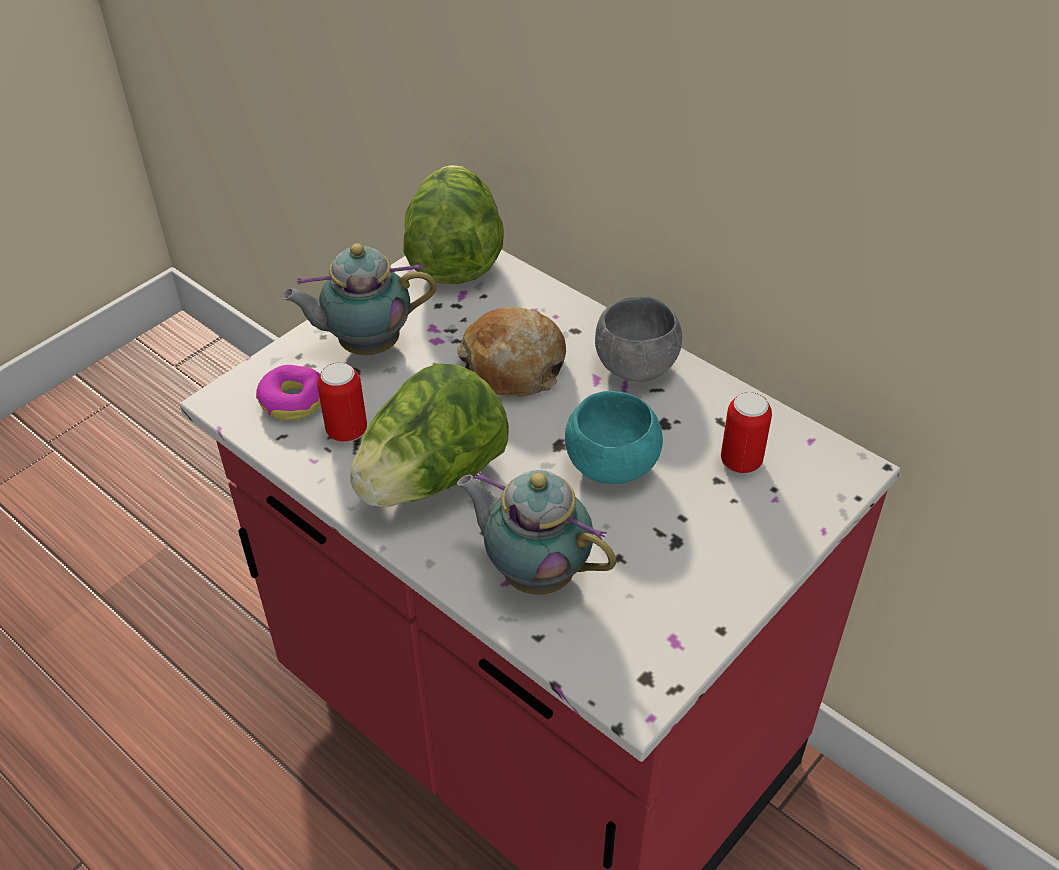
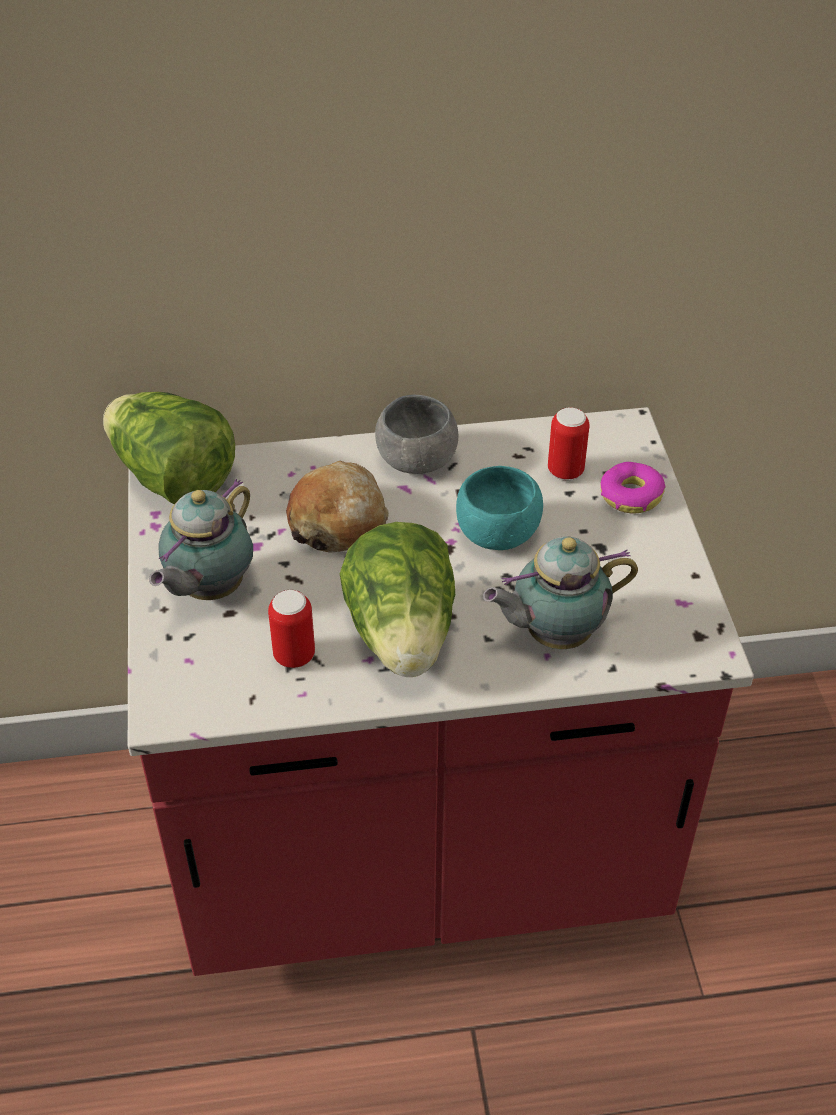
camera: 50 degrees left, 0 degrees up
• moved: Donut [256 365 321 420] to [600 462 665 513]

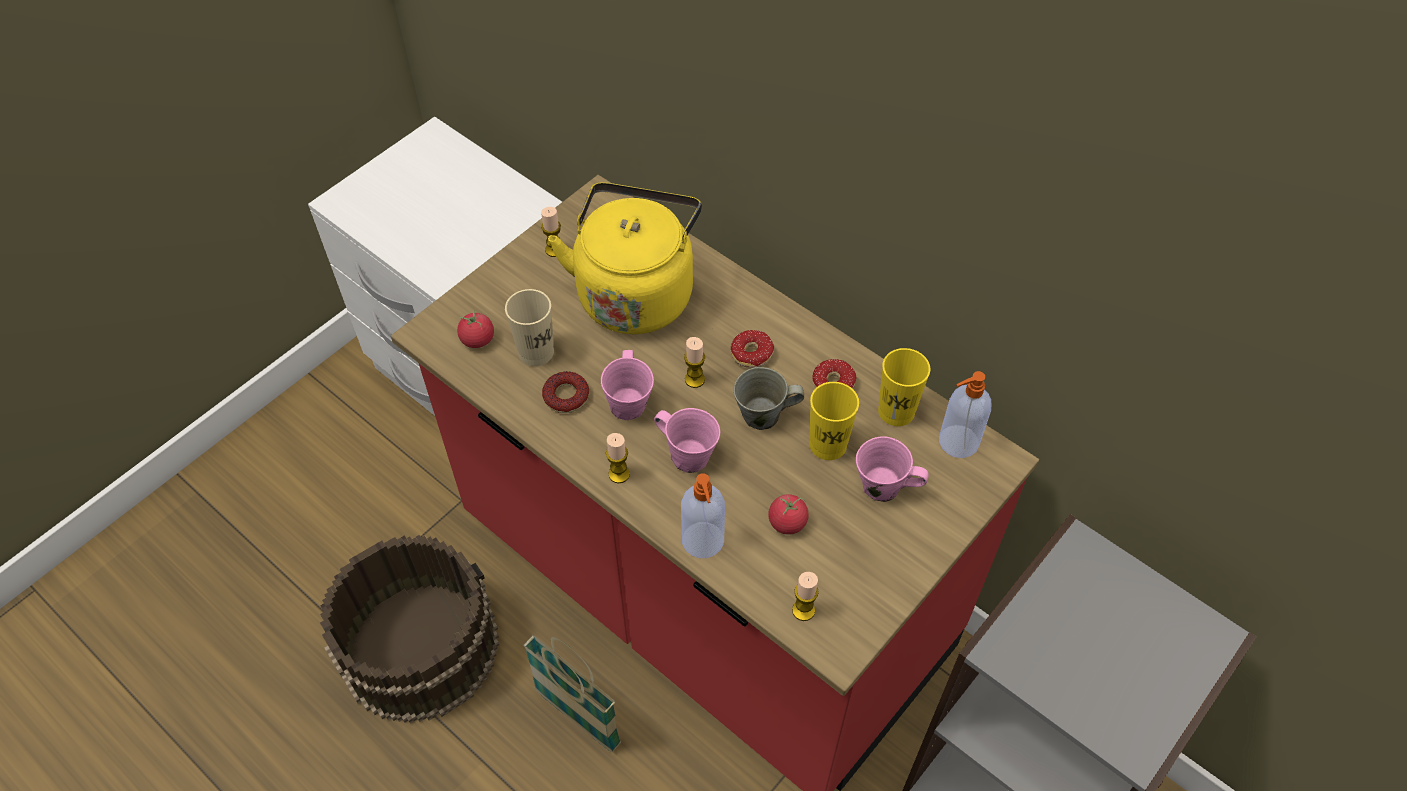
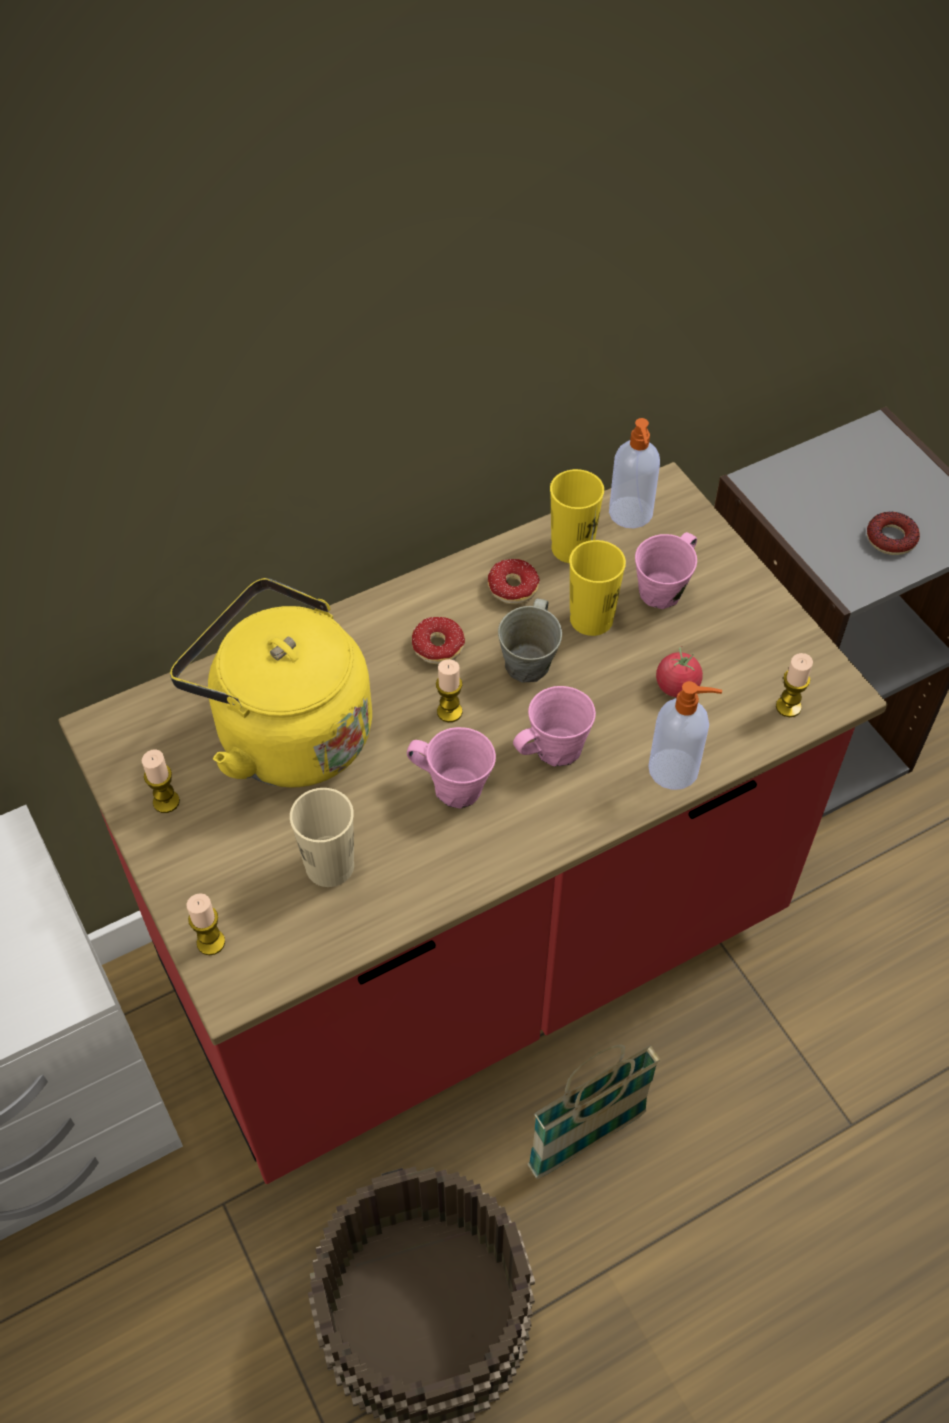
camera: 70 degrees left, 0 degrees up
• removed: Tomate [457 311 494 348]
• moved: Donut [542 371 589 413] to [867 511 920 555]
• moved: Kerze [606 433 630 483] to [186 893 225 955]

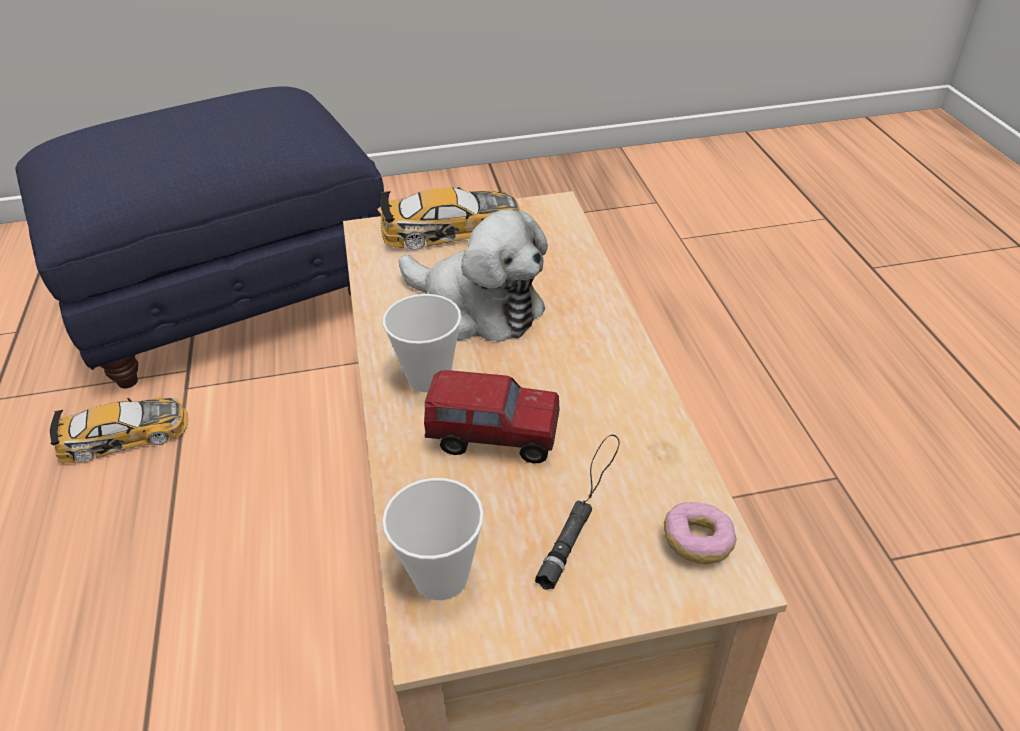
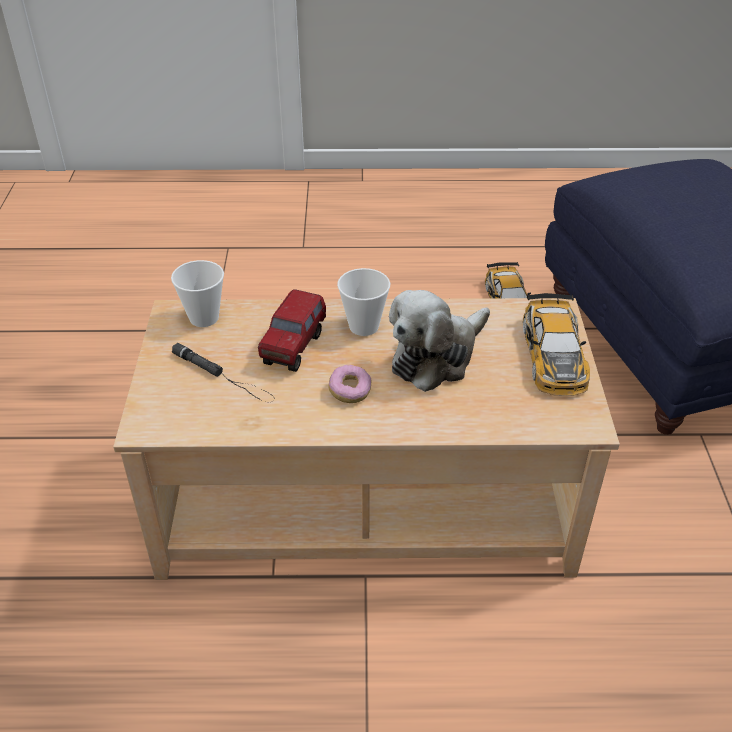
camera: 100 degrees right, 0 degrees up
• moved: Donut [664 502 737 564] to [328 365 371 403]

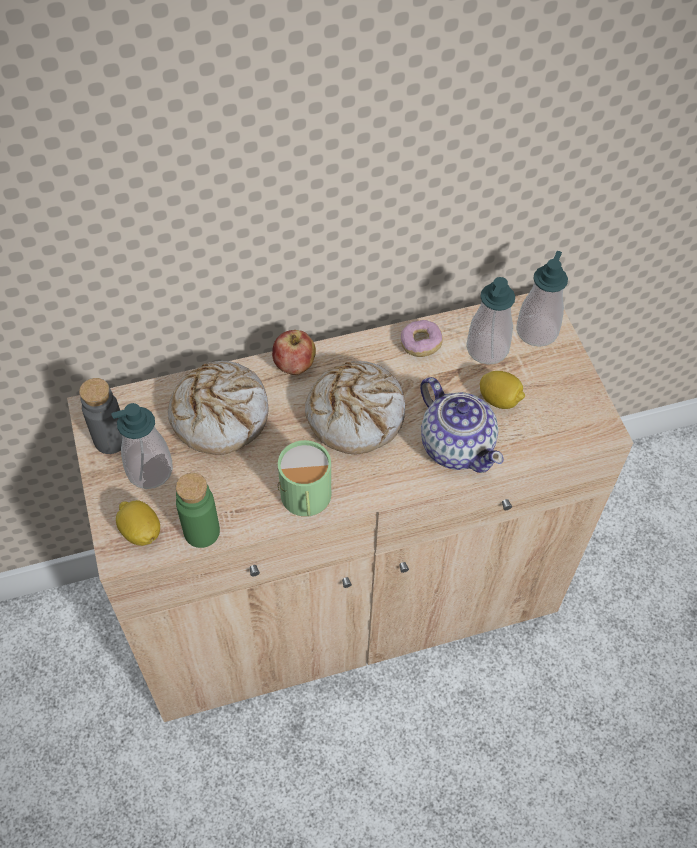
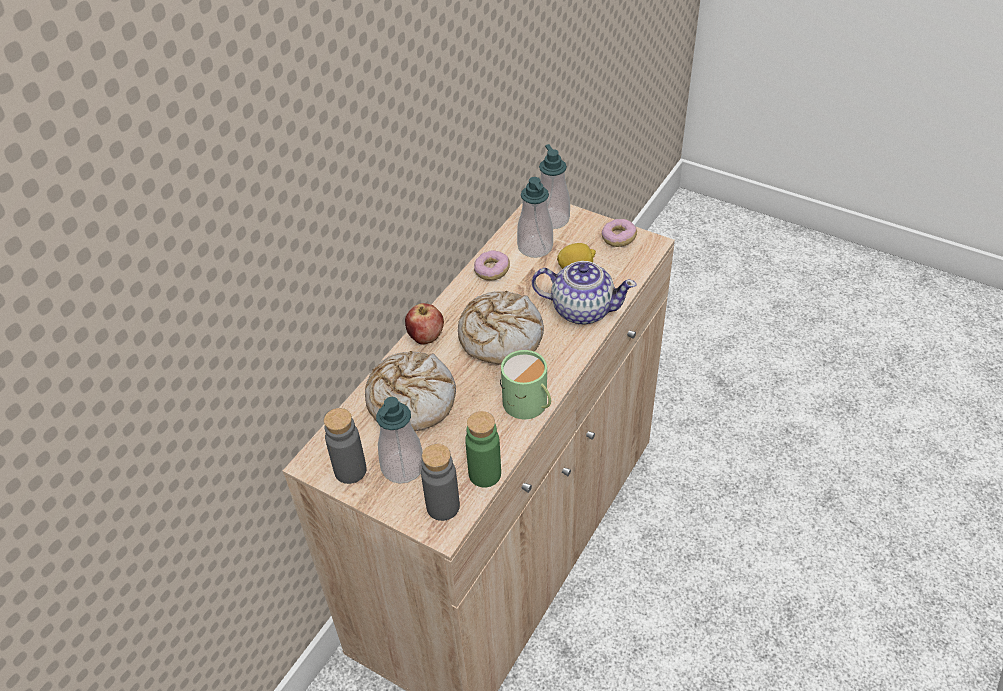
camera: 40 degrees left, 10 degrees down
• replaced: Zitrone [116 500 160 546] to Flasche [grau] [421 444 460 521]
• added: Donut [602 219 637 247]

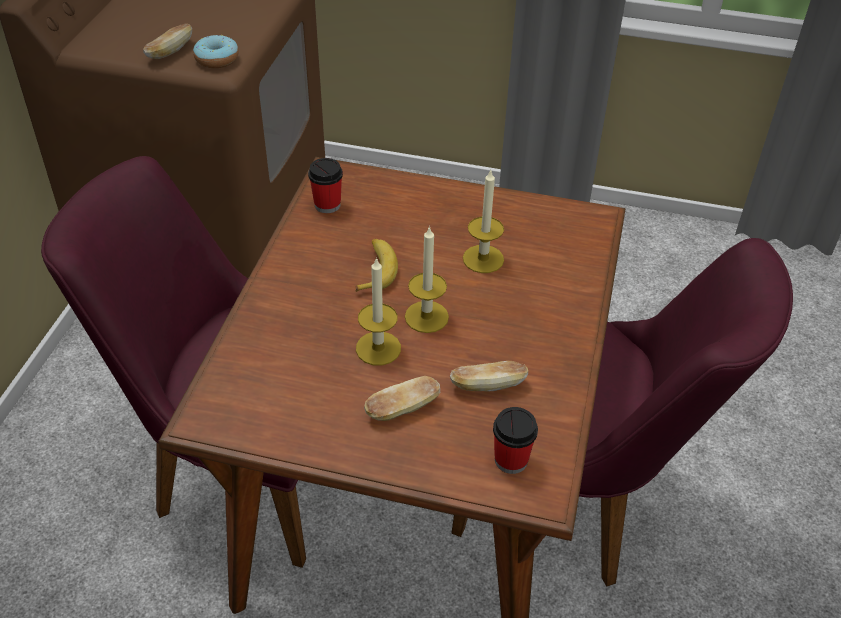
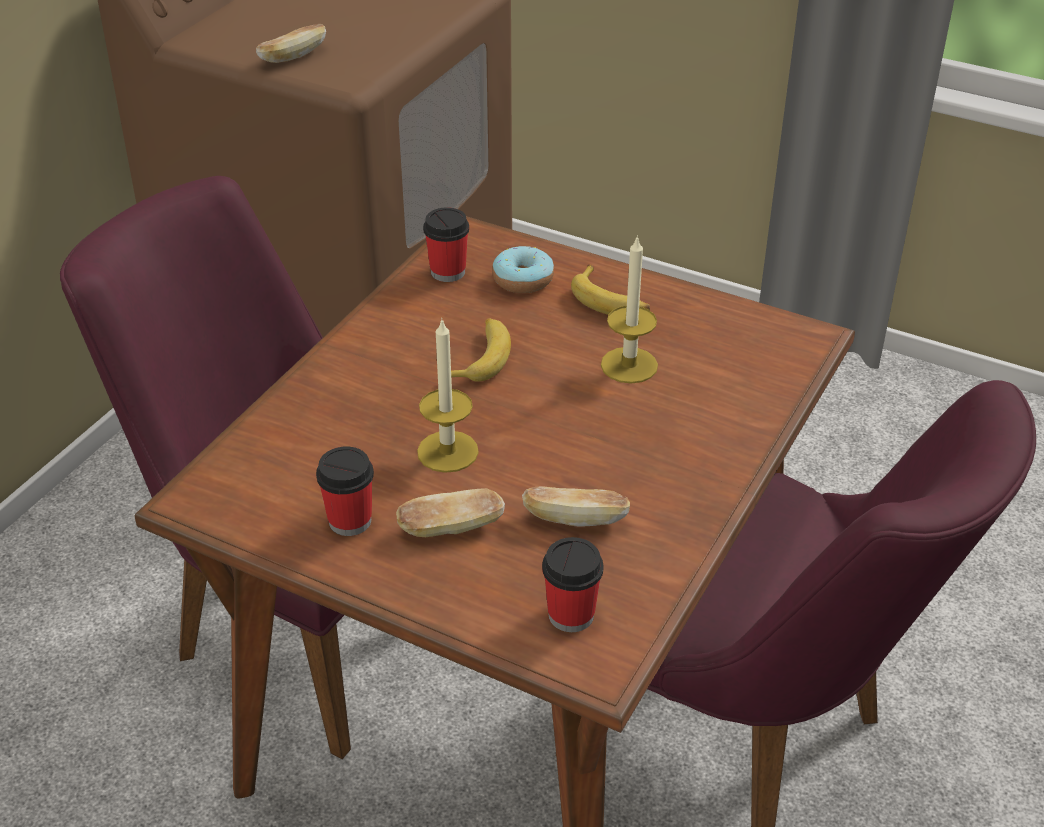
camera: 15 degrees right, 5 degrees down
• moved: Donut [193 35 239 68] to [492 246 554 293]
• removed: Kerze [405 226 449 333]
• added: Banane [571 265 650 315]
• added: Tasse [316 446 374 536]

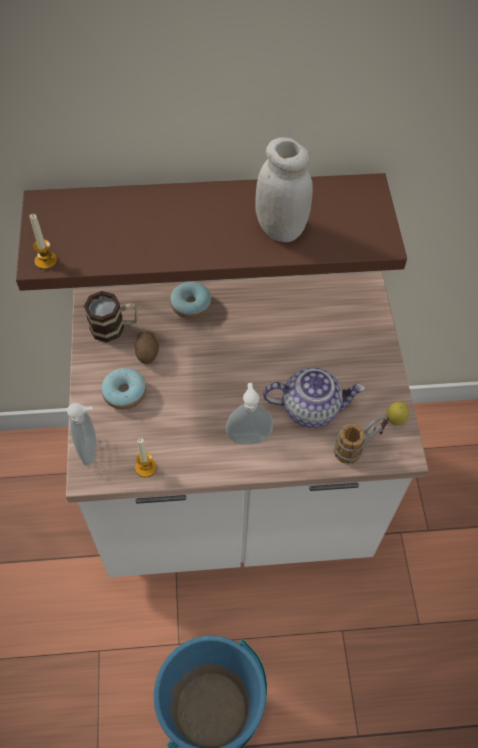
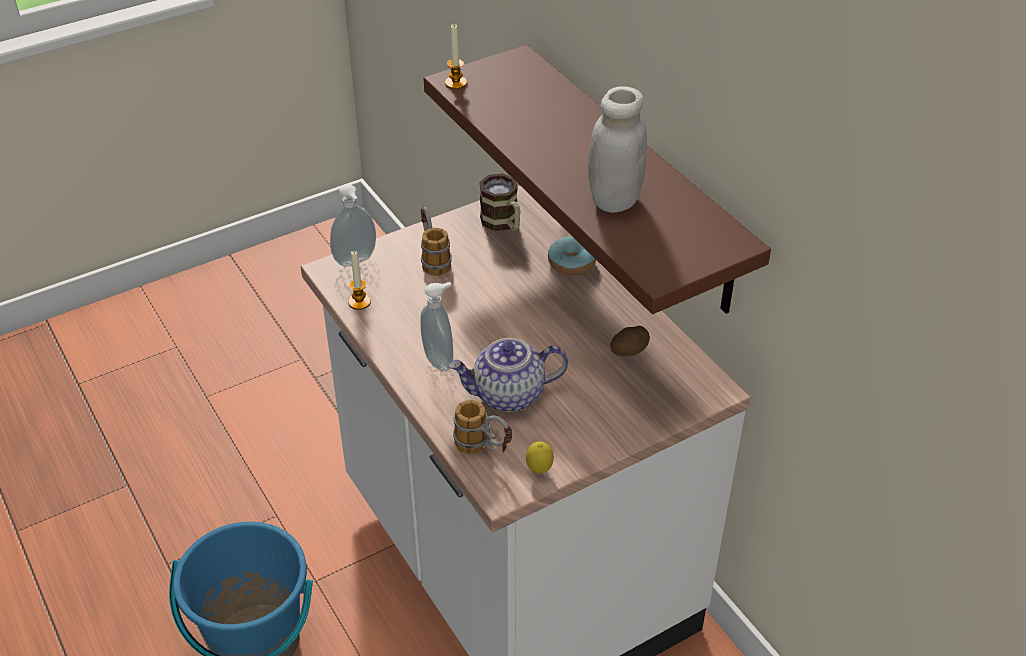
camera: 65 degrees right, 15 degrees down
• moved: Kartoffel [135 332 159 364] to [610 325 650 356]
• turned: Teekanne [263 367 365 428] = [448 338 568 412] 105 degrees clockwise
• replaced: Donut [101 368 146 409] to Henkelbecher [420 207 452 276]

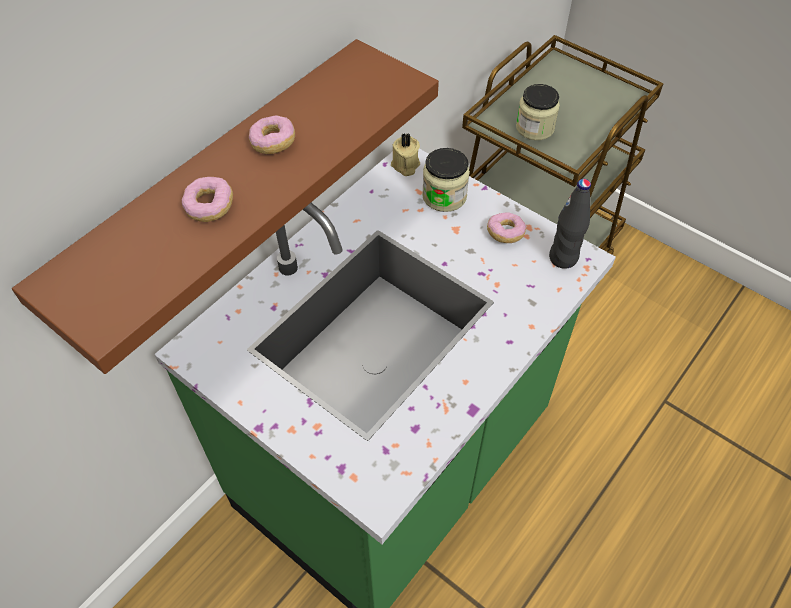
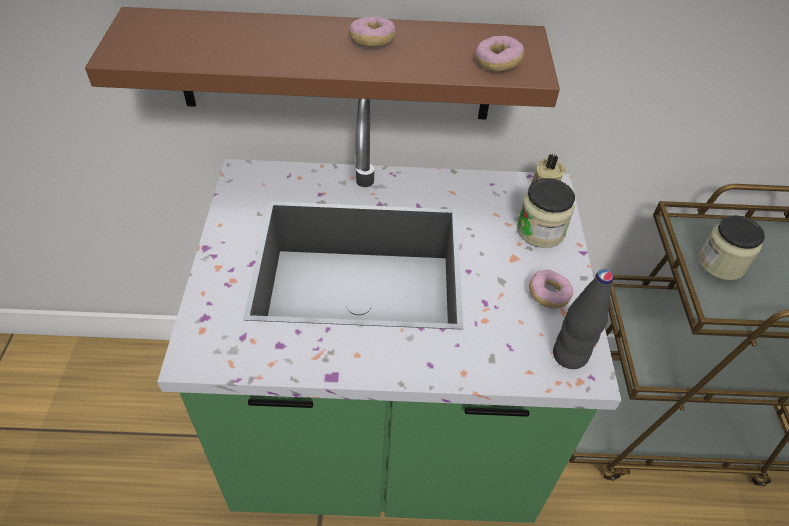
camera: 50 degrees right, 5 degrees down
• moved: Donut [182 177 233 222] to [475 36 524 71]

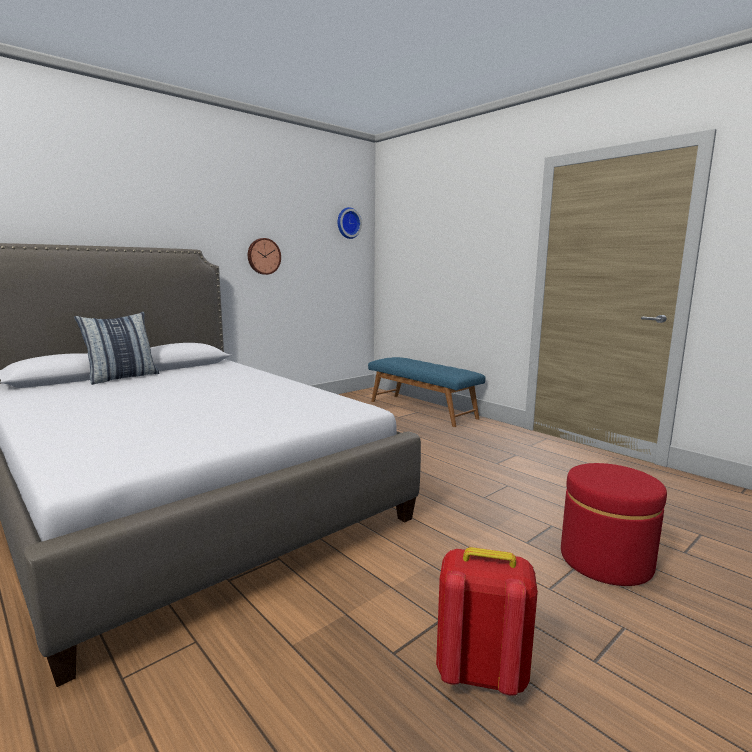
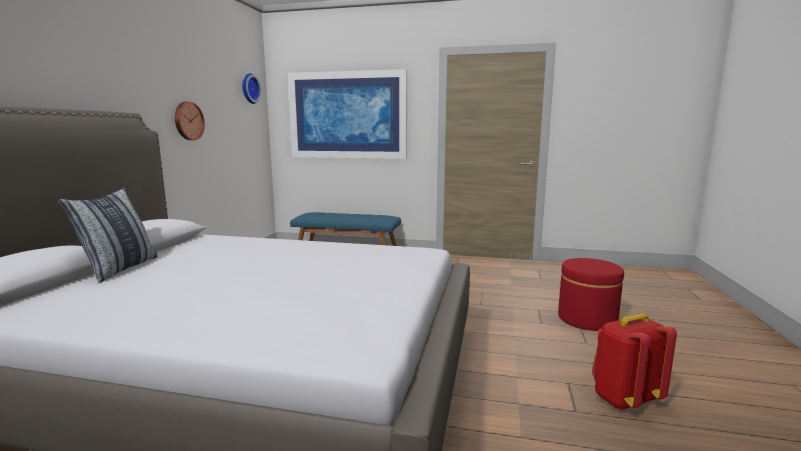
camera: 35 degrees left, 0 degrees up
• added: Bild [288 69 407 159]

